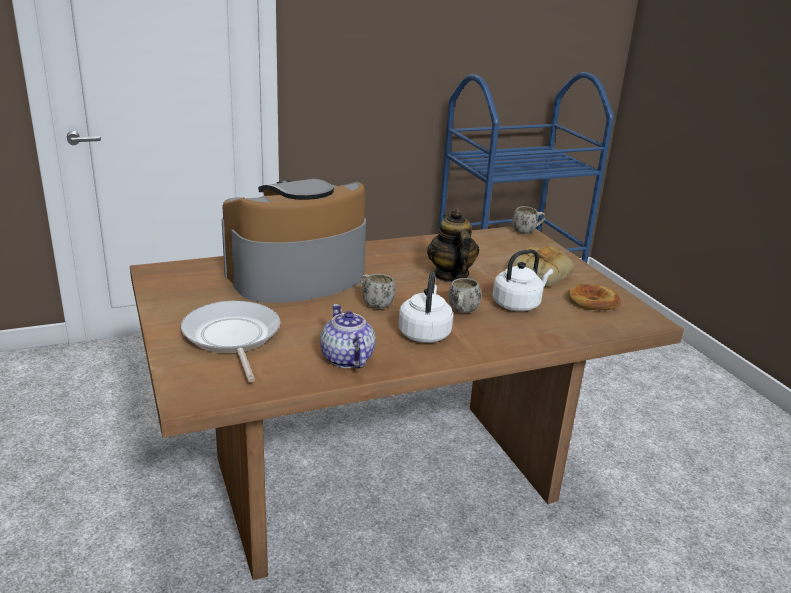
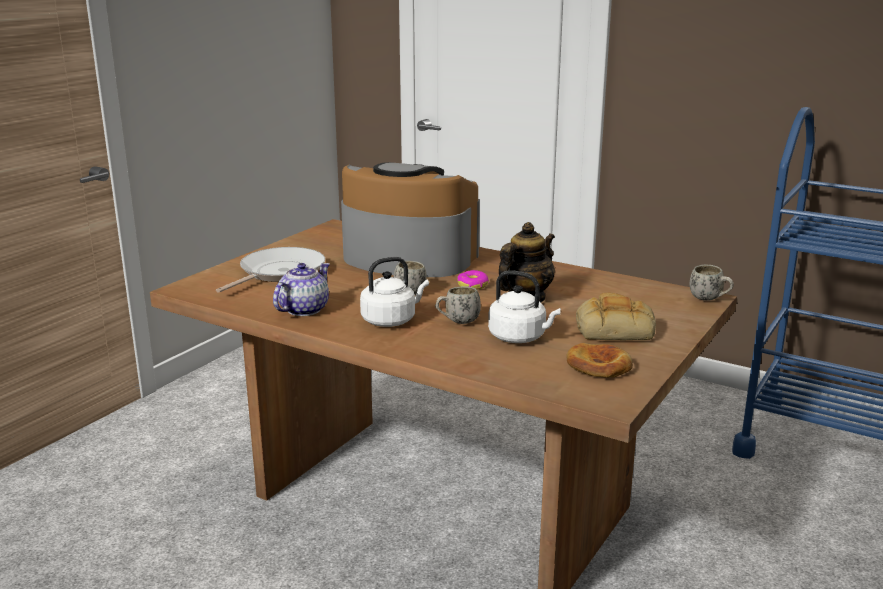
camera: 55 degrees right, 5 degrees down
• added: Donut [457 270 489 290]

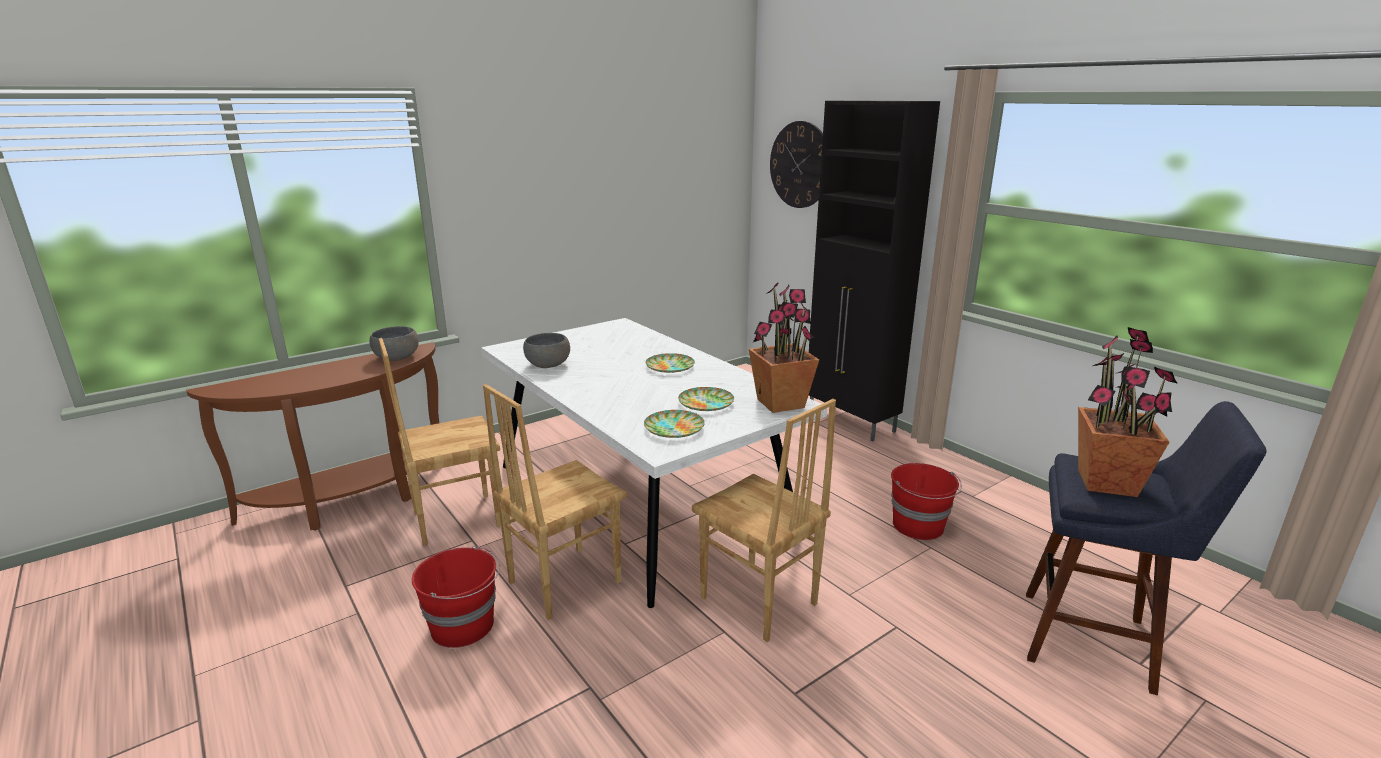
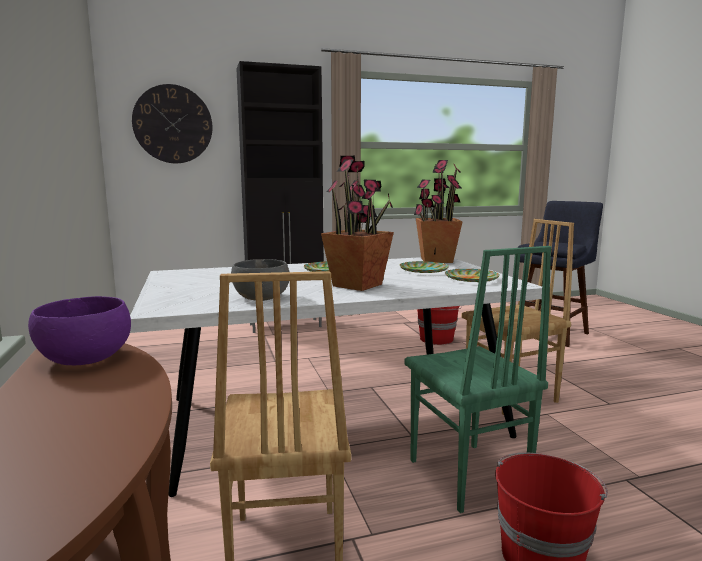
camera: 70 degrees left, 10 degrees down
• recoloured: Schüssel [grau] [370 326 419 361] to Schüssel [lila] [28 296 131 365]
• moved: Topfpflanze [1078 327 1178 497] to [321 156 394 291]
• recoloured: Stuhl [braun] [483 384 627 620] to Stuhl [grün] [404 246 551 513]

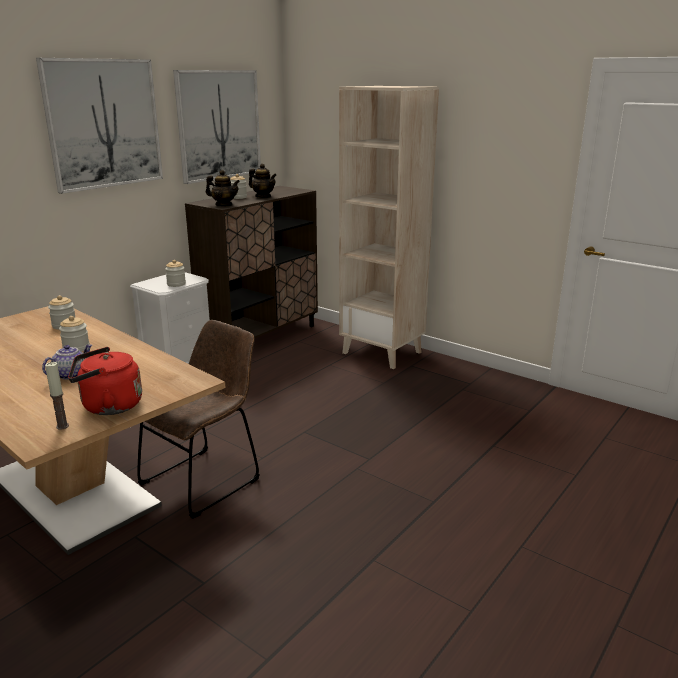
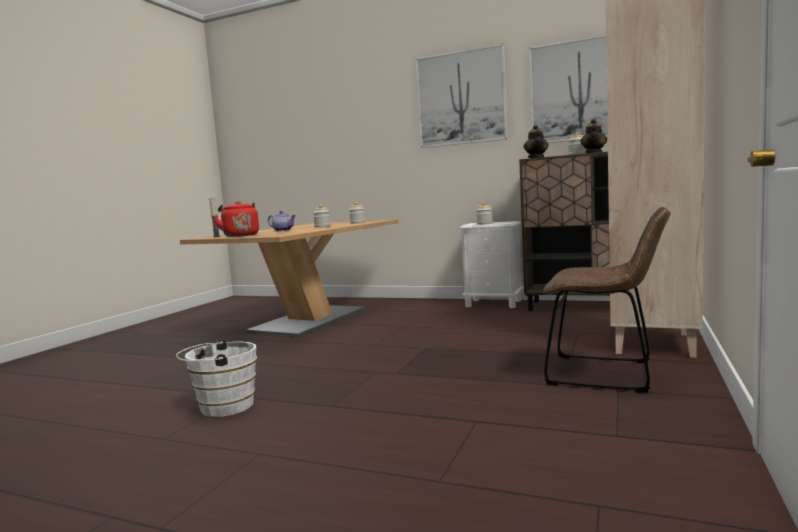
camera: 75 degrees right, 15 degrees down
• moved: Stuhl [braun] [137 320 259 519] to [543 207 671 393]
• added: Eimer [weiß] [176 339 257 417]

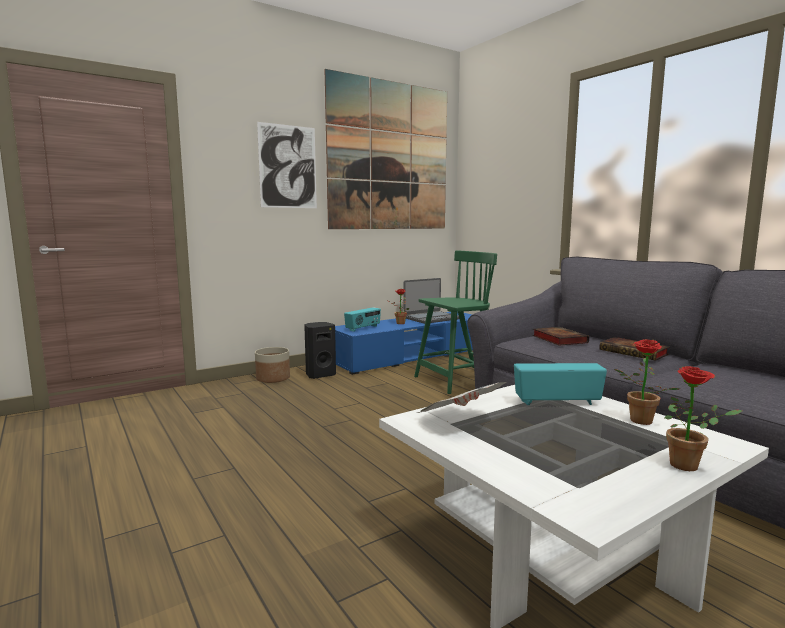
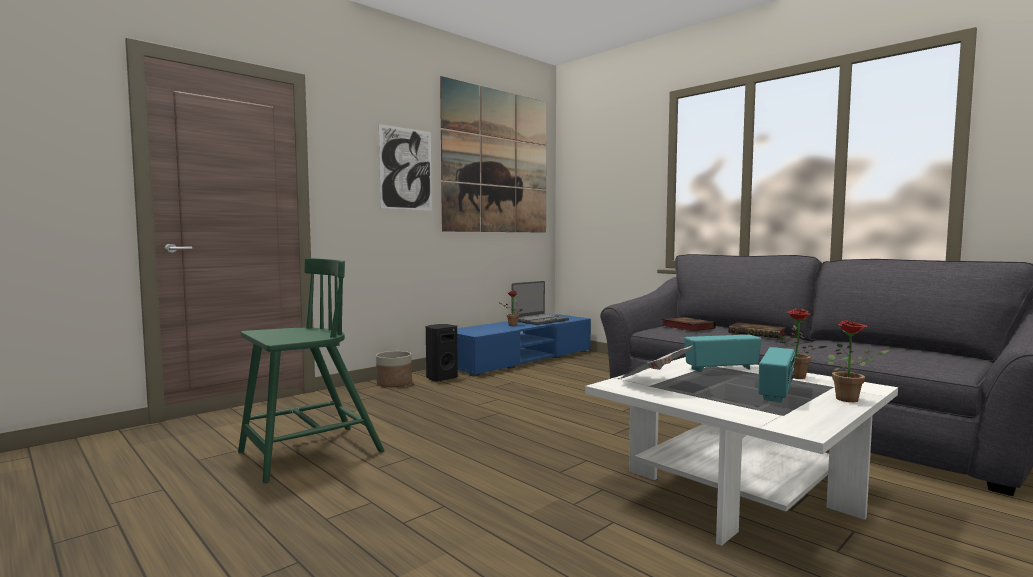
camera: 10 degrees left, 5 degrees down
• moved: Stuhl [grün] [414 250 497 394] to [238 258 384 483]
• moved: Radio [344 307 381 332] to [758 347 795 403]

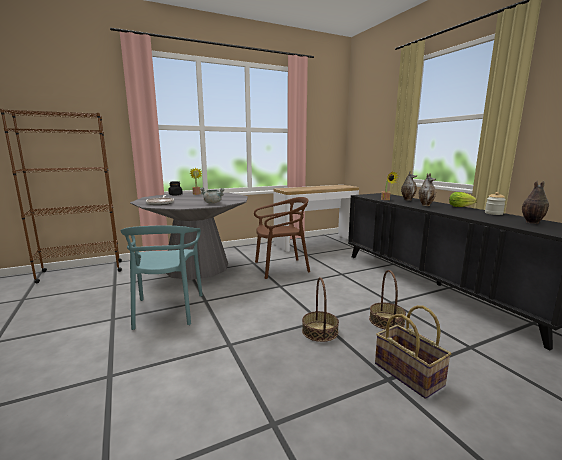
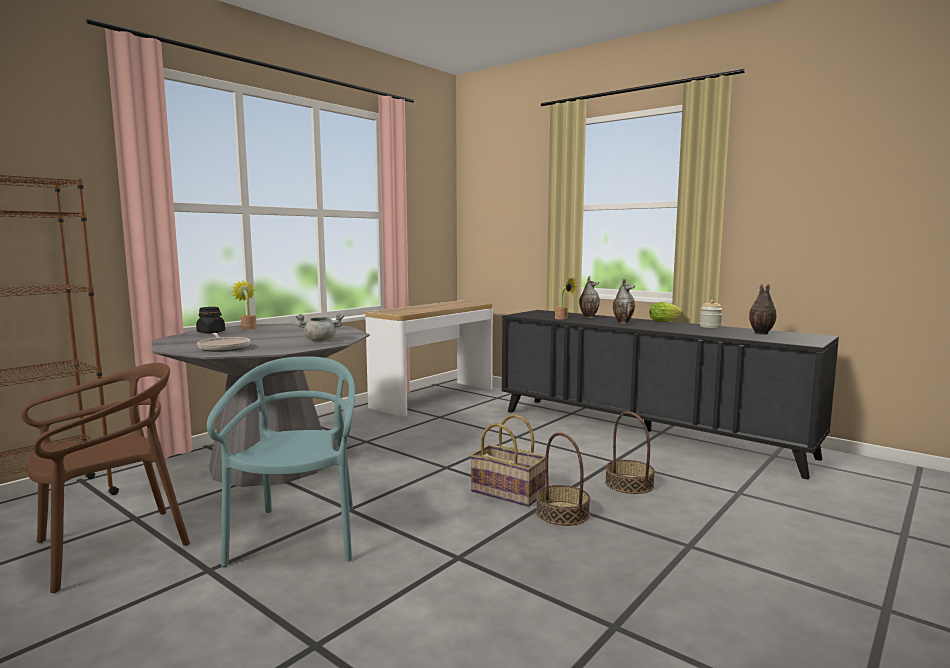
camera: 25 degrees left, 5 degrees down
• moved: Stuhl [braun] [254 197 310 279] to [21 363 190 593]
• turned: Stuhl [türkis] [120 226 203 330] = [207 357 355 567] 150 degrees counterclockwise
• moved: Korb [375 305 451 399] to [470 414 546 507]

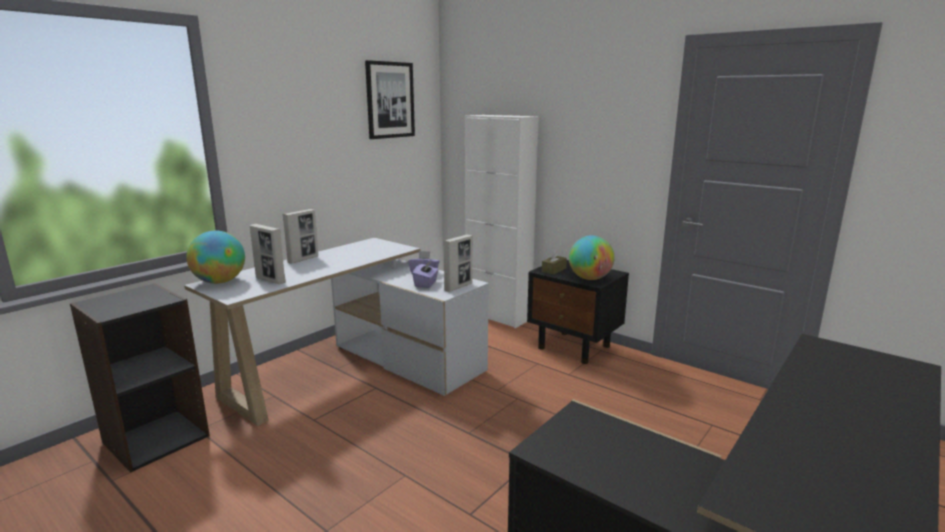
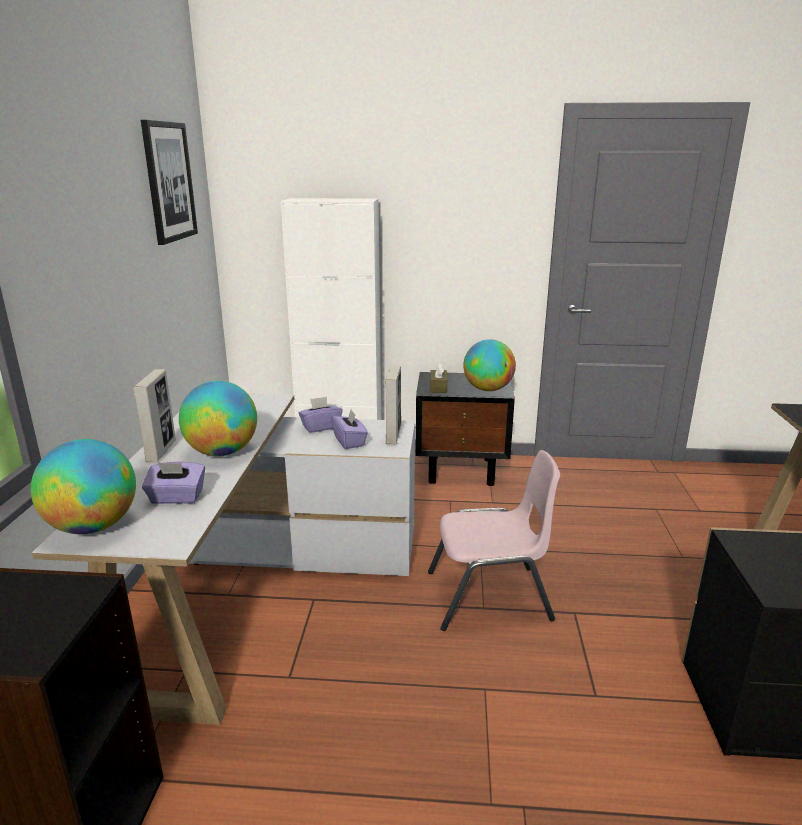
camera: 35 degrees left, 5 degrees up
• replaced: Bilderrahmen [250 224 286 284] to Taschentuchbox [lila] [142 462 205 504]
• added: Globus [179 381 257 456]
• added: Stuhl [rosa] [428 450 560 631]

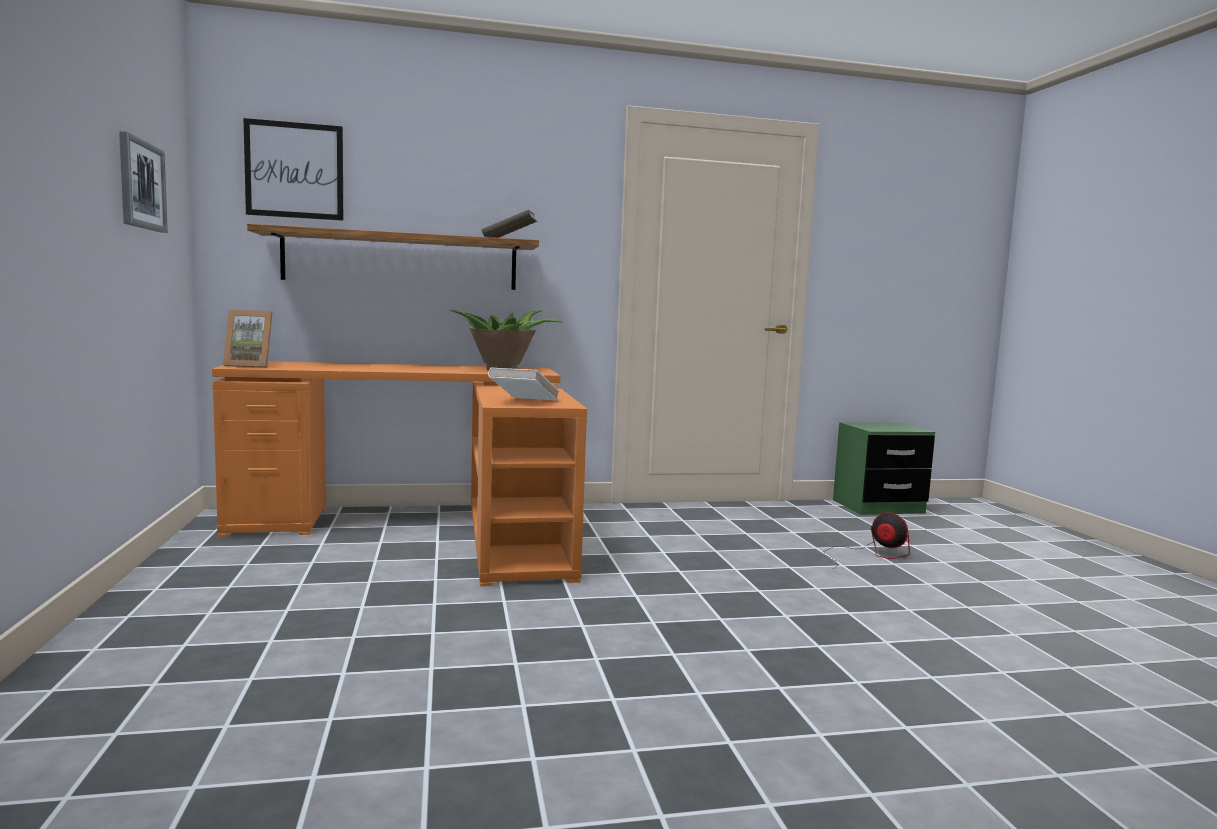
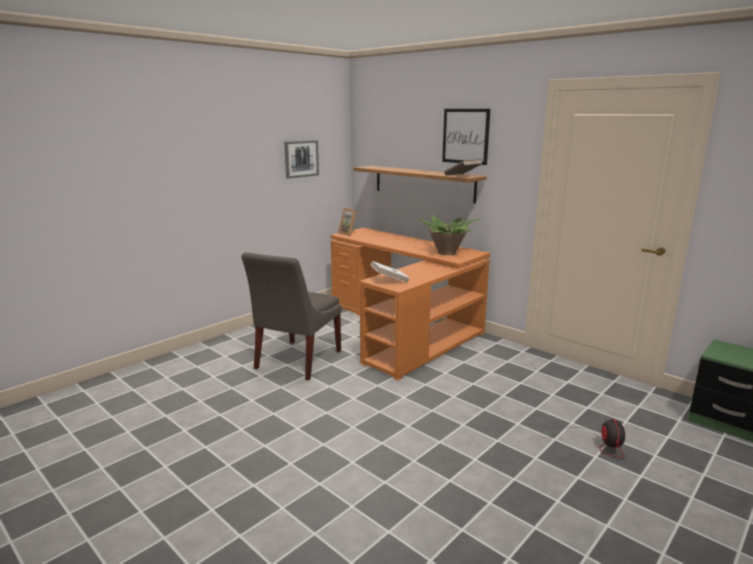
camera: 55 degrees right, 10 degrees up
• moved: Bild [244 118 343 221] to [442 109 490 165]
• added: Stuhl [grau] [241 252 342 381]

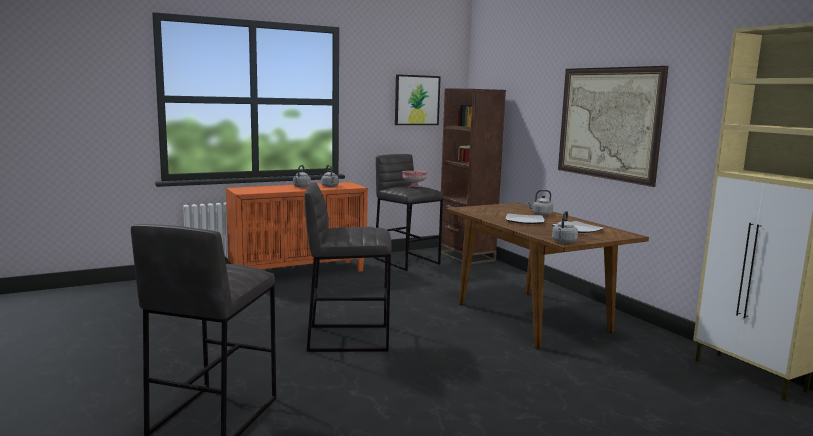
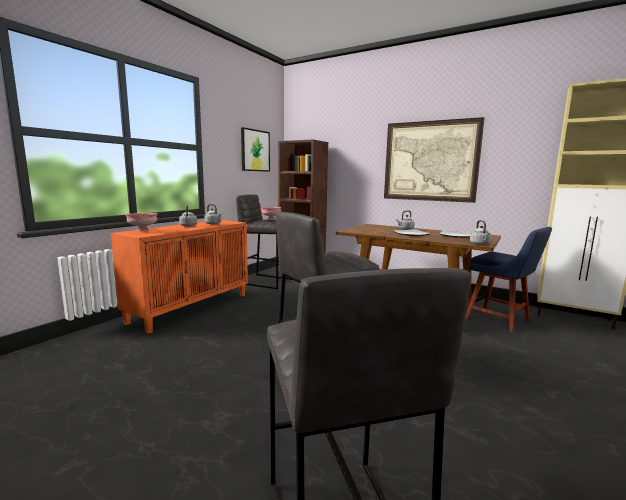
camera: 30 degrees left, 0 degrees up
• added: Schüssel [rosa] [125 213 158 231]
• added: Stuhl [blau] [465 227 552 333]

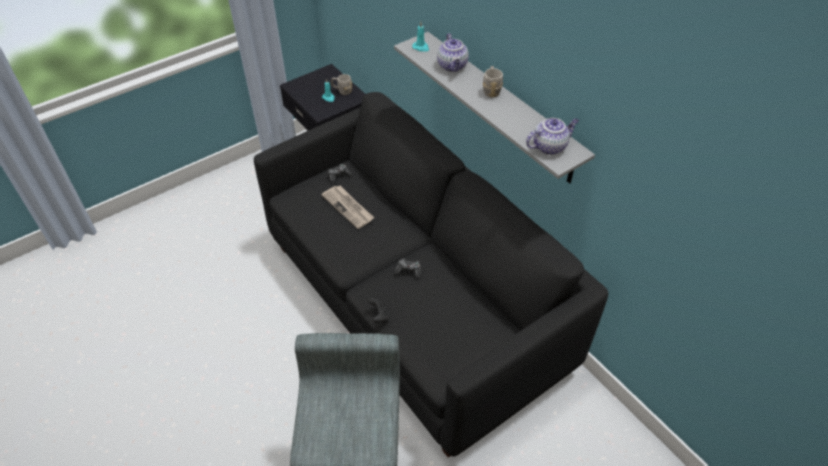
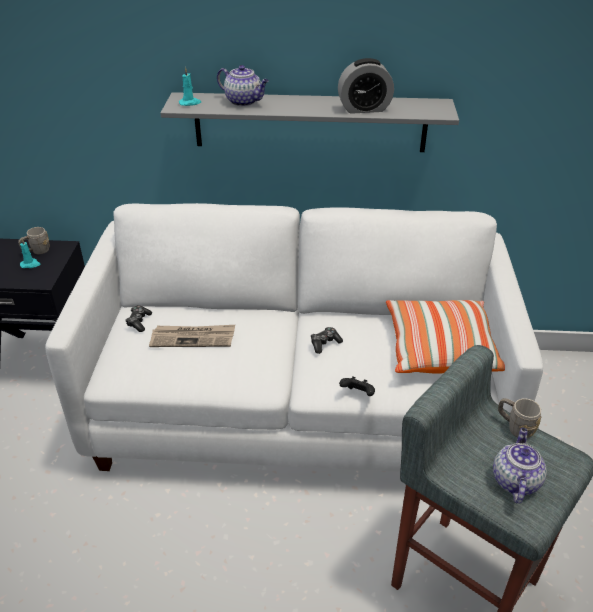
camera: 50 degrees left, 10 degrees down
• moved: Henkelbecher [grau] [483 66 503 97] to [498 398 541 438]
• recoloured: Sofa [schwarz] [254 92 608 458] to Sofa [weiß] [45 203 543 472]
• moved: Teekanne [526 118 579 155] to [493 428 547 504]
• added: Wecker [338 58 394 114]
• added: Kissen [386 300 505 373]

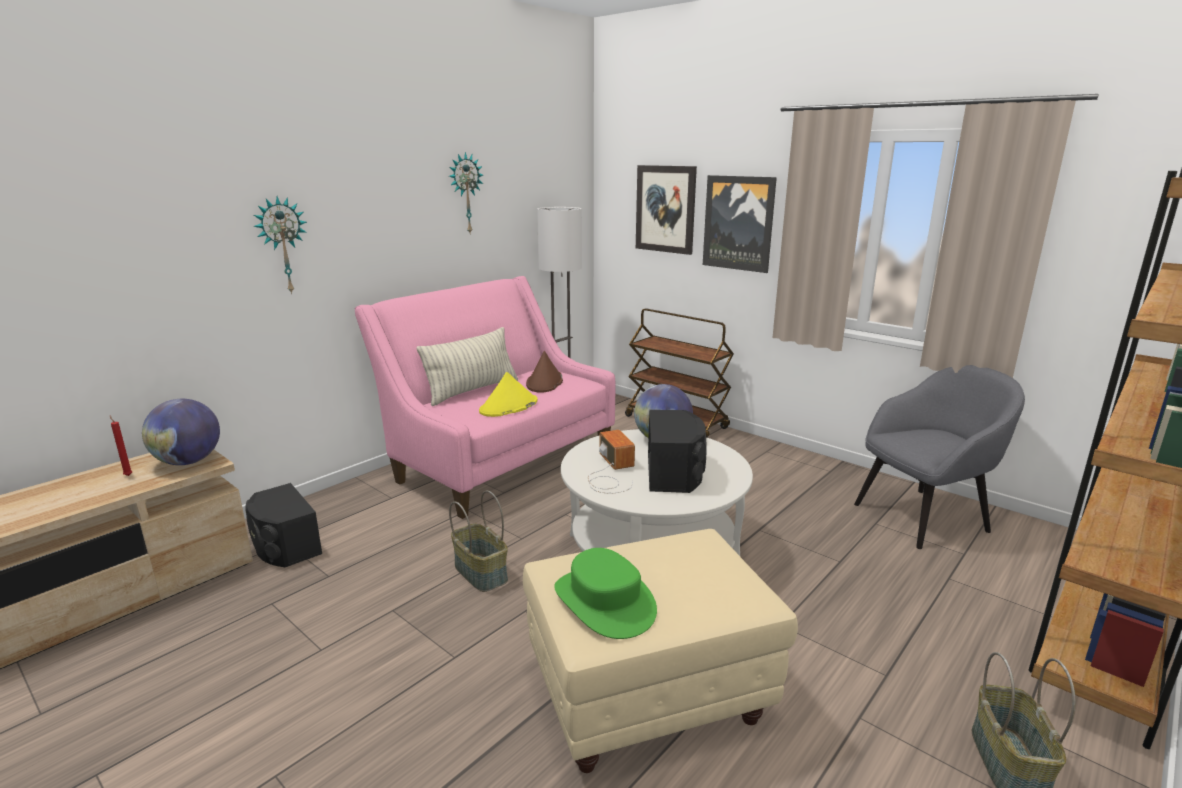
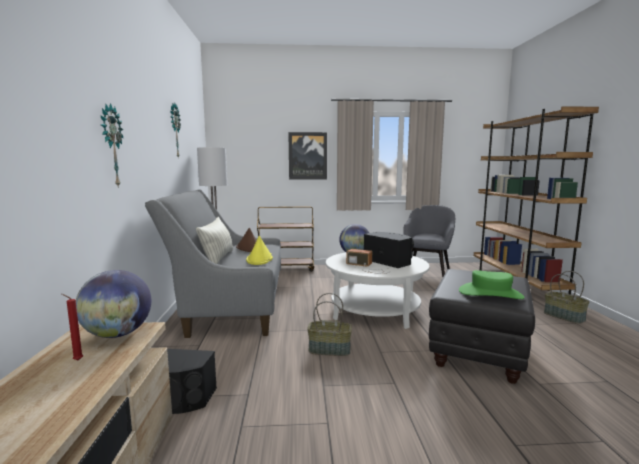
camera: 45 degrees left, 10 degrees down
• removed: Bild [636 165 697 255]
• recoloured: Sofa [rosa] [355 276 616 519] to Sofa [grau] [145 189 281 338]
• recoloured: Polsterhocker [beige] [523 529 798 773] to Polsterhocker [schwarz] [429 269 535 384]

